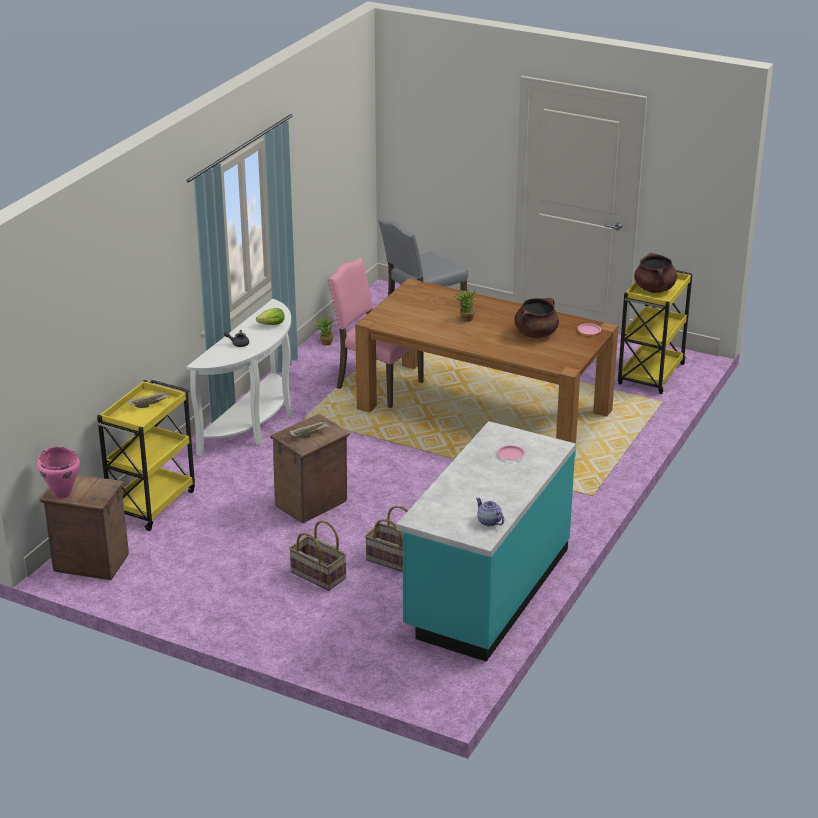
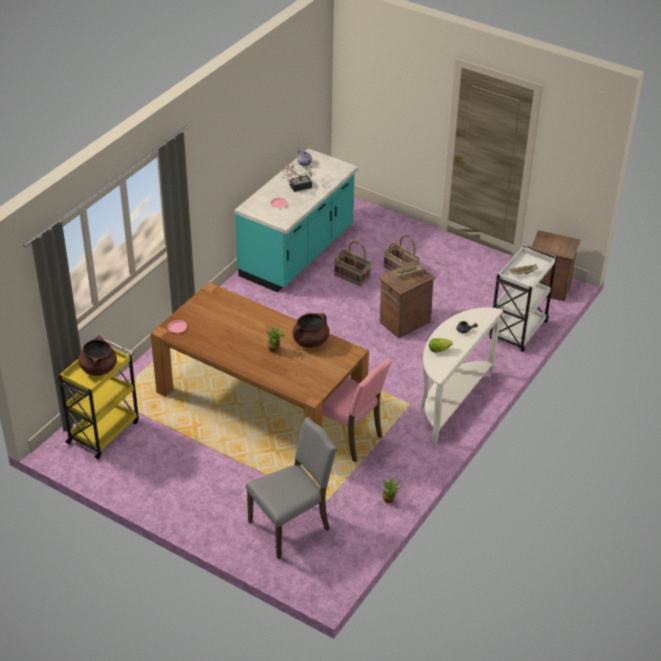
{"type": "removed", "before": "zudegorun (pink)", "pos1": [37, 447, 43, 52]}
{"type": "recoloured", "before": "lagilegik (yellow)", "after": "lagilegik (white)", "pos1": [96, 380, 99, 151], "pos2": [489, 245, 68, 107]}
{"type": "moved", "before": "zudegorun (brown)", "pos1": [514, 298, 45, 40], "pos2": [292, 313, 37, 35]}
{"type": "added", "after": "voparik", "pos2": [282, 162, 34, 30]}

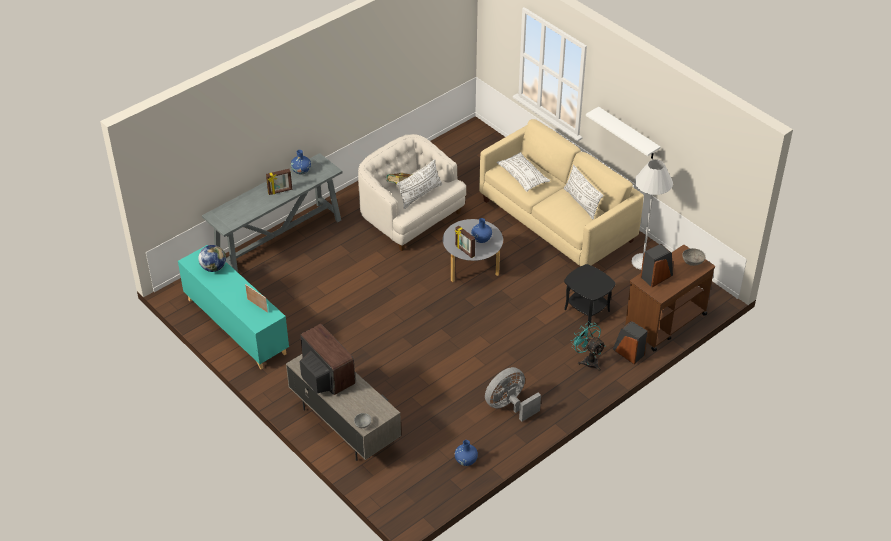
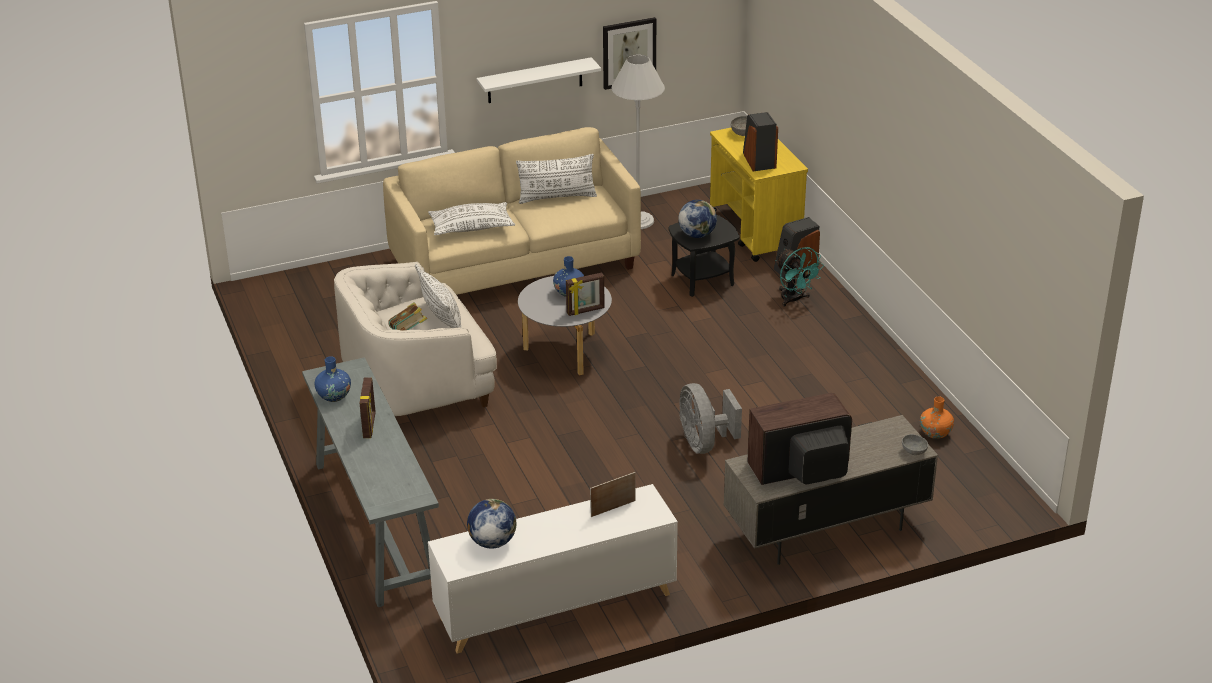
{"type": "recoloured", "before": "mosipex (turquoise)", "after": "mosipex (white)", "pos1": [178, 245, 111, 124], "pos2": [428, 484, 250, 170]}
{"type": "recoloured", "before": "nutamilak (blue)", "after": "nutamilak (orange)", "pos1": [455, 440, 23, 26], "pos2": [920, 396, 34, 43]}
{"type": "moved", "before": "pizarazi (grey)", "pos1": [485, 367, 56, 55], "pos2": [679, 383, 63, 71]}
{"type": "turned", "before": "pizarazi (turquoise)", "pos1": [570, 322, 36, 49], "pos2": [776, 247, 48, 60], "turn": -105}
{"type": "recoloured", "before": "lagilegik (brown)", "after": "lagilegik (yellow)", "pos1": [625, 245, 90, 106], "pos2": [710, 128, 98, 134]}
{"type": "added", "after": "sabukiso", "pos2": [603, 17, 53, 73]}
{"type": "added", "after": "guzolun", "pos2": [678, 200, 39, 38]}

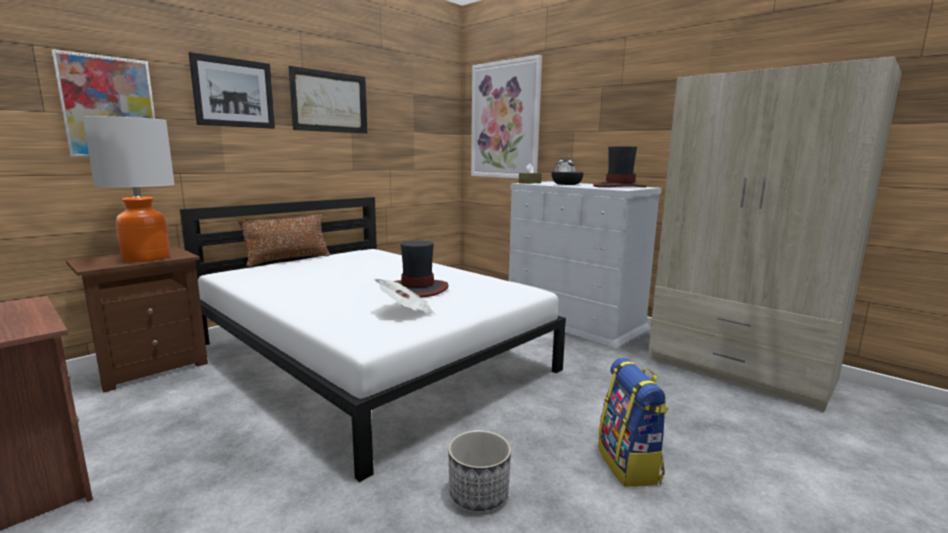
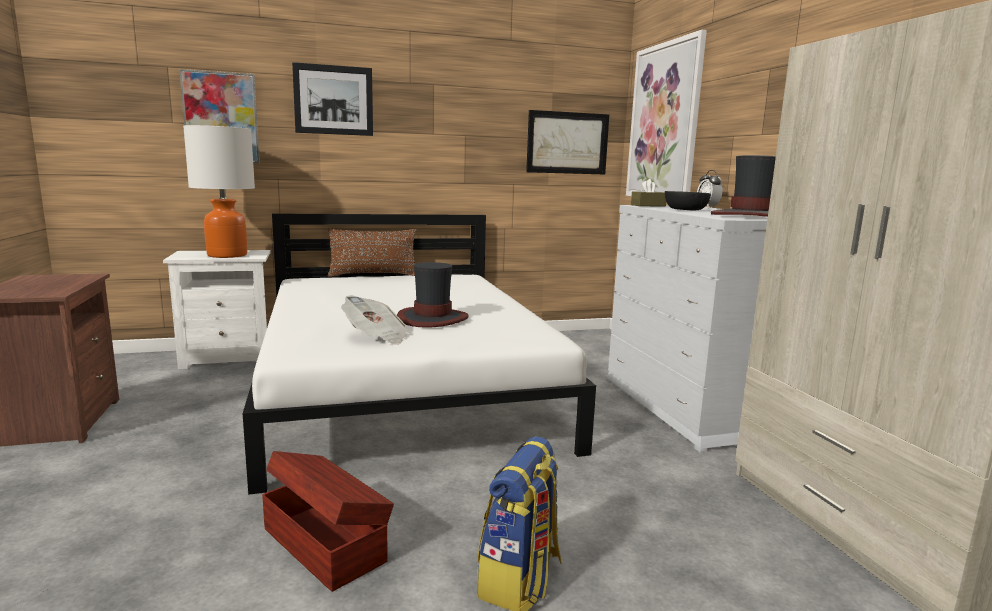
{"type": "recoloured", "before": "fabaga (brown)", "after": "fabaga (white)", "pos1": [66, 247, 142, 146], "pos2": [163, 250, 108, 119]}
{"type": "moved", "before": "sabukiso", "pos1": [288, 66, 79, 68], "pos2": [526, 110, 83, 64]}
{"type": "replaced", "before": "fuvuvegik", "after": "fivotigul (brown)", "pos1": [448, 430, 63, 81], "pos2": [262, 451, 132, 141]}

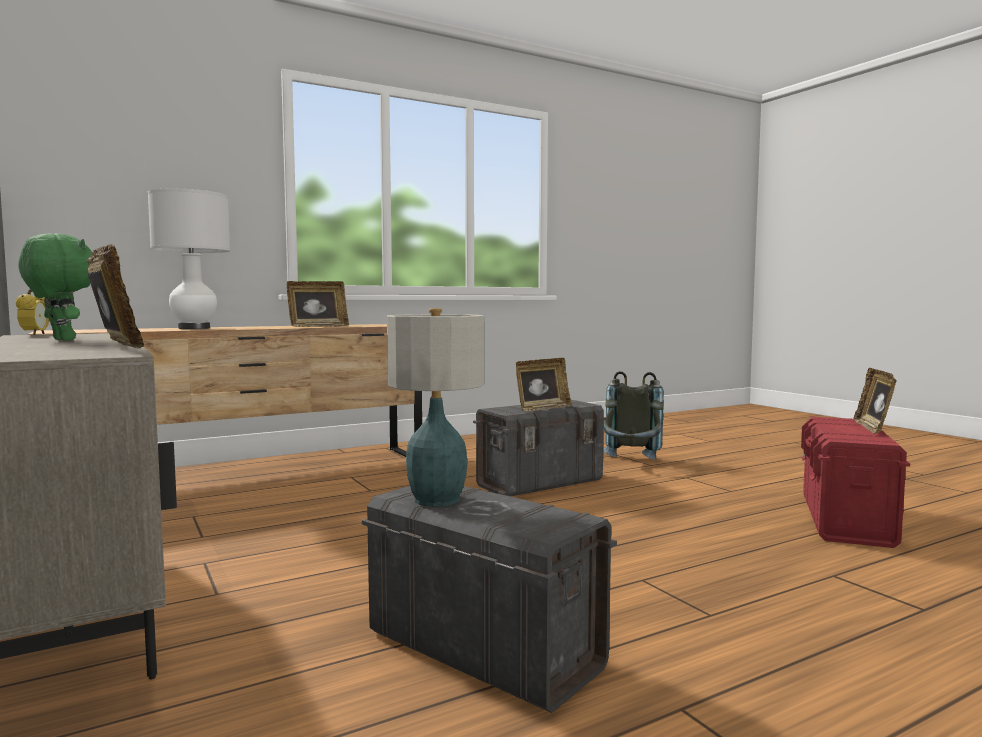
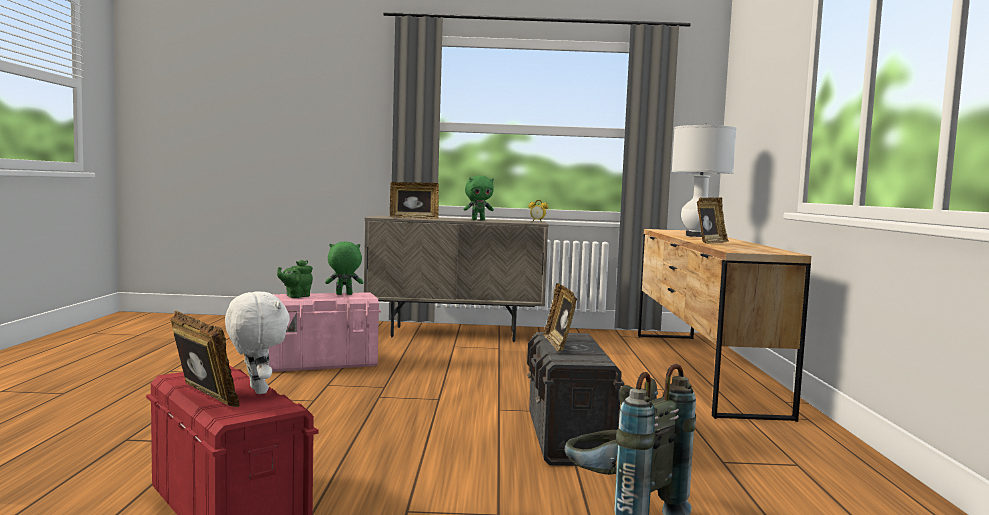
{"type": "turned", "before": "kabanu", "pos1": [287, 281, 62, 46], "pos2": [697, 197, 32, 47], "turn": -135}
{"type": "recoloured", "before": "fivotigul (grey)", "after": "fivotigul (pink)", "pos1": [362, 486, 255, 227], "pos2": [268, 292, 113, 80]}
{"type": "replaced", "before": "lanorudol", "after": "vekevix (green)", "pos1": [387, 308, 97, 199], "pos2": [325, 241, 39, 54]}
{"type": "added", "after": "vekevix (white)", "pos2": [225, 292, 65, 102]}
{"type": "added", "after": "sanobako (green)", "pos2": [277, 260, 36, 38]}

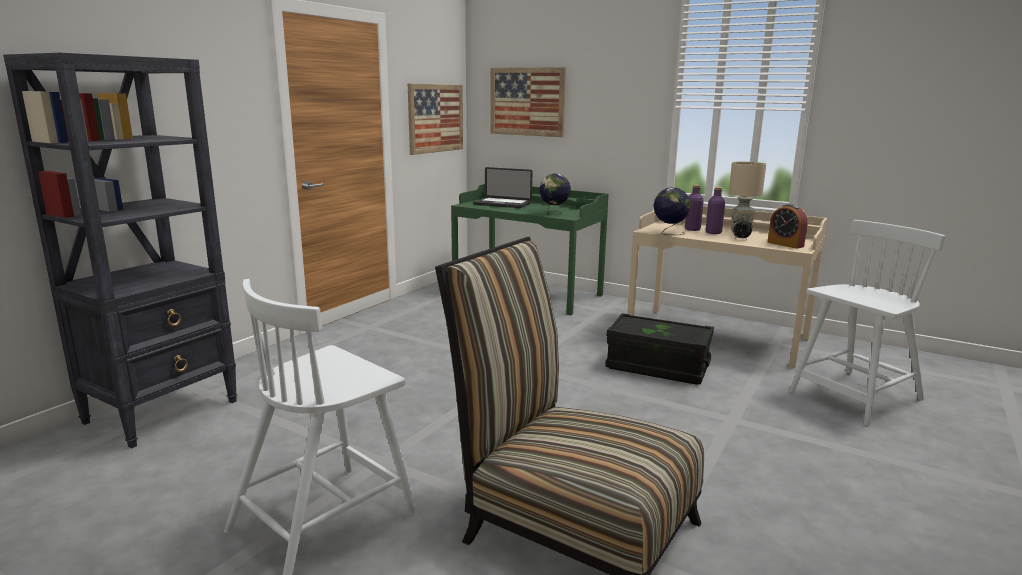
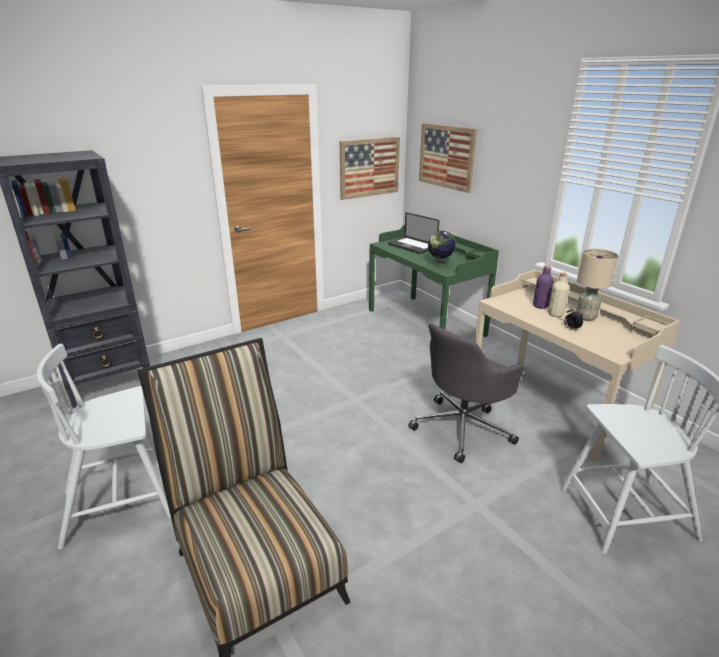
{"type": "replaced", "before": "fivotigul (black)", "after": "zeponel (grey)", "pos1": [605, 313, 109, 72], "pos2": [408, 323, 117, 140]}
{"type": "removed", "before": "guzolun", "pos1": [653, 187, 38, 48]}
{"type": "recoloured", "before": "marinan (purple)", "after": "marinan (beige)", "pos1": [706, 187, 19, 47], "pos2": [548, 272, 22, 45]}
{"type": "removed", "before": "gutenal", "pos1": [767, 204, 41, 45]}

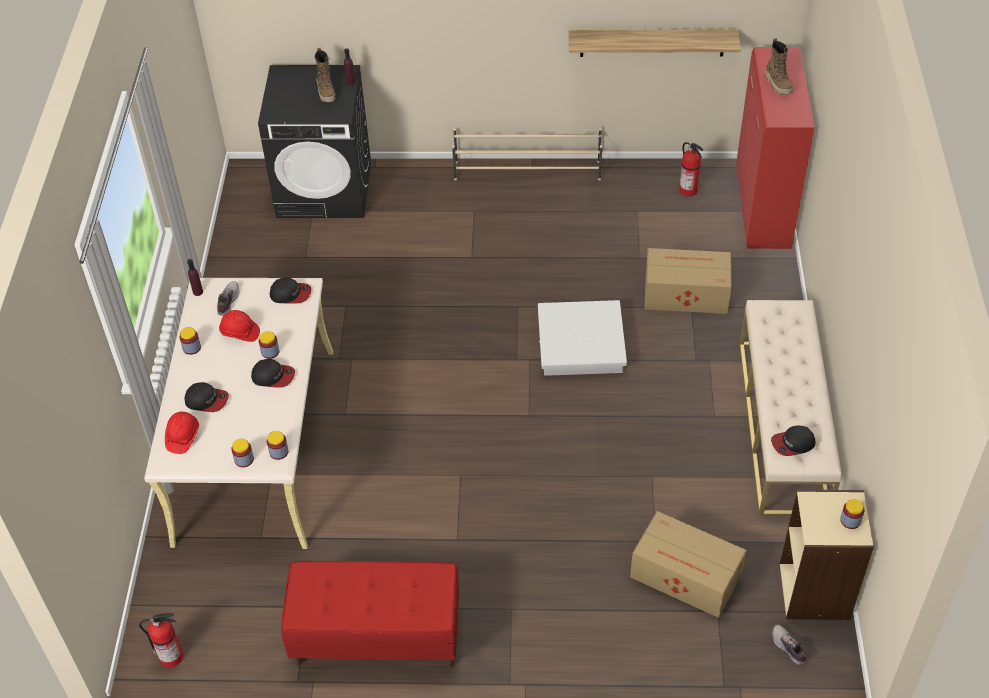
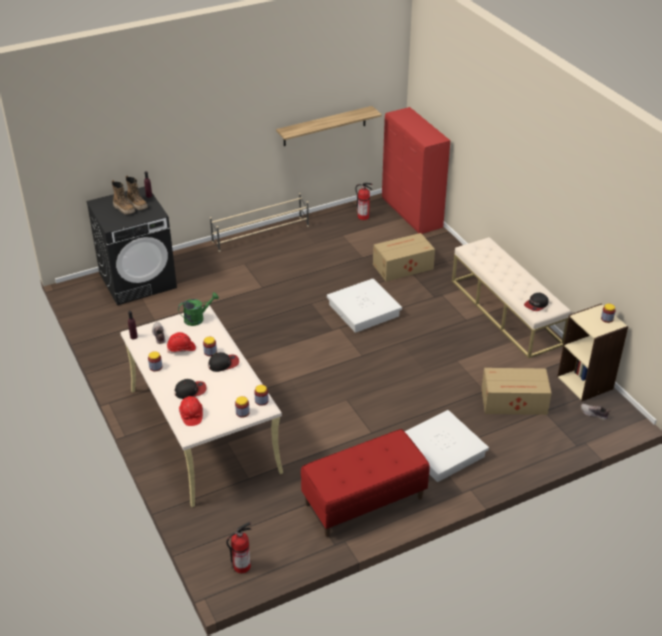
{"type": "replaced", "before": "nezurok", "after": "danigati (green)", "pos1": [270, 277, 41, 27], "pos2": [178, 292, 41, 34]}
{"type": "moved", "before": "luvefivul", "pos1": [765, 38, 28, 57], "pos2": [112, 180, 23, 35]}
{"type": "added", "after": "fivotigul (white)", "pos2": [405, 410, 84, 72]}

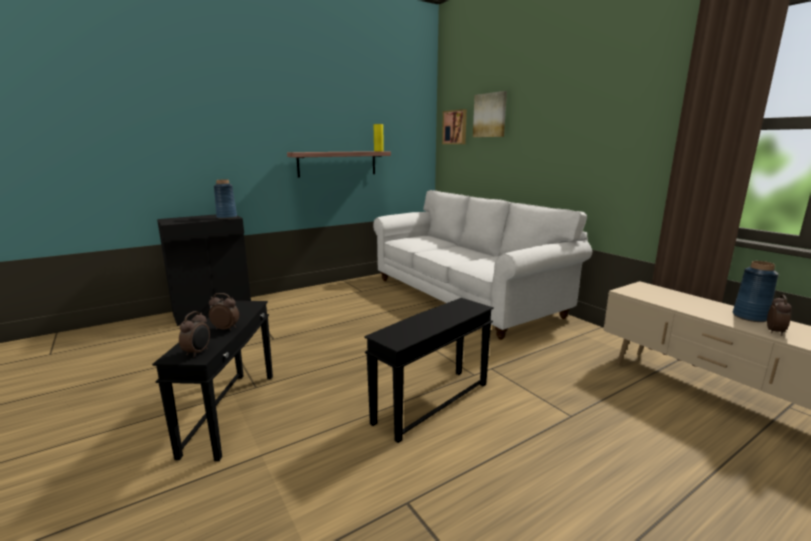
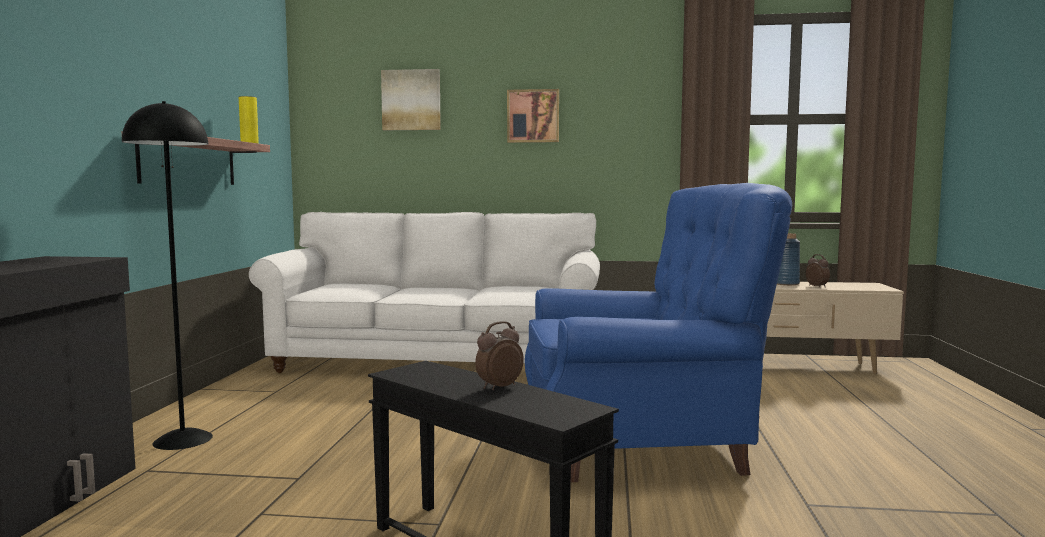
{"type": "removed", "before": "gutenal", "pos1": [179, 311, 31, 46]}
{"type": "removed", "before": "nutamilak (blue)", "pos1": [214, 180, 23, 39]}
{"type": "replaced", "before": "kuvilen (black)", "after": "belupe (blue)", "pos1": [364, 298, 130, 145], "pos2": [525, 183, 267, 299]}
{"type": "moved", "before": "sabukiso", "pos1": [442, 109, 25, 35], "pos2": [507, 89, 52, 54]}
{"type": "added", "after": "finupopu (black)", "pos2": [122, 101, 91, 349]}

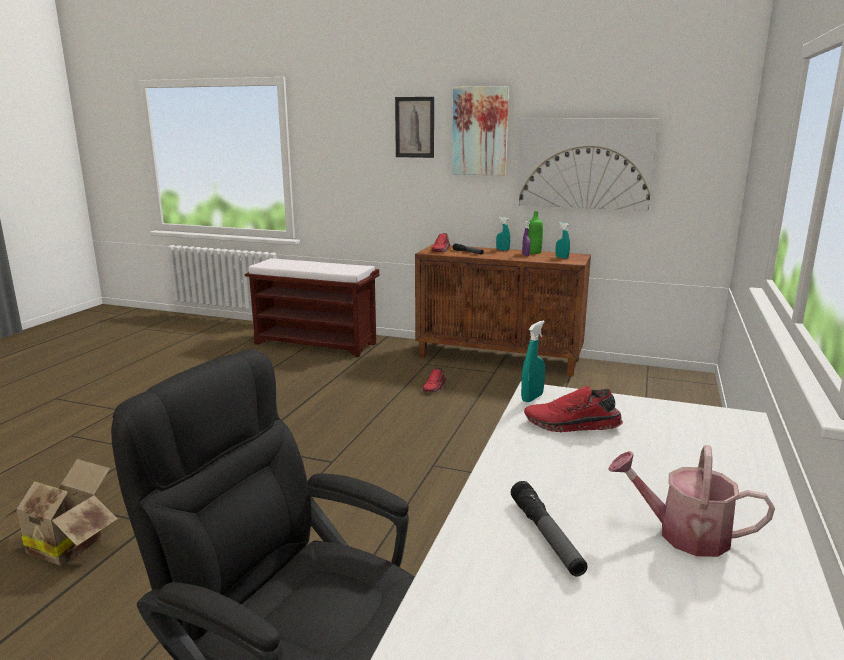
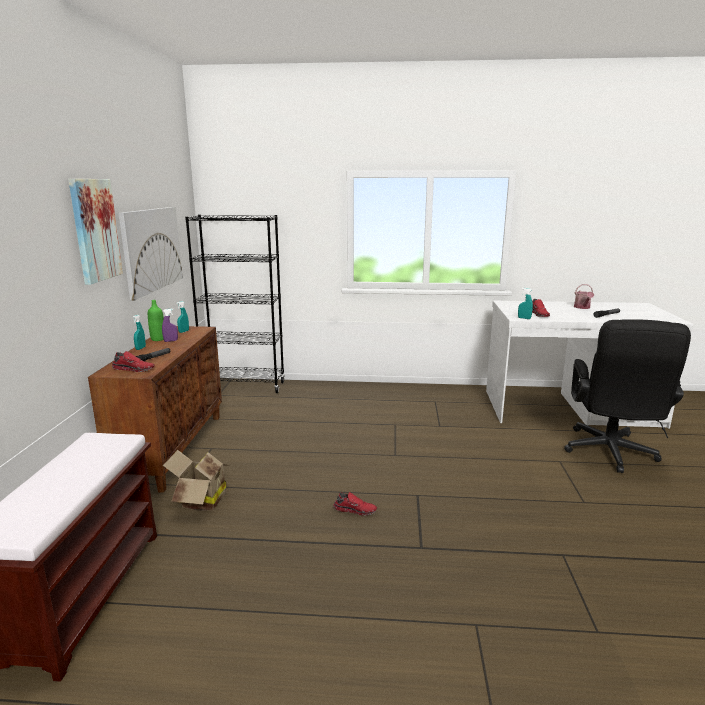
{"type": "moved", "before": "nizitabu", "pos1": [2, 459, 115, 106], "pos2": [163, 450, 66, 61]}
{"type": "removed", "before": "sabukiso", "pos1": [395, 97, 39, 61]}
{"type": "moved", "before": "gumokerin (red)", "pos1": [423, 367, 23, 25], "pos2": [333, 492, 44, 24]}
{"type": "added", "after": "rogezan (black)", "pos2": [185, 215, 100, 178]}

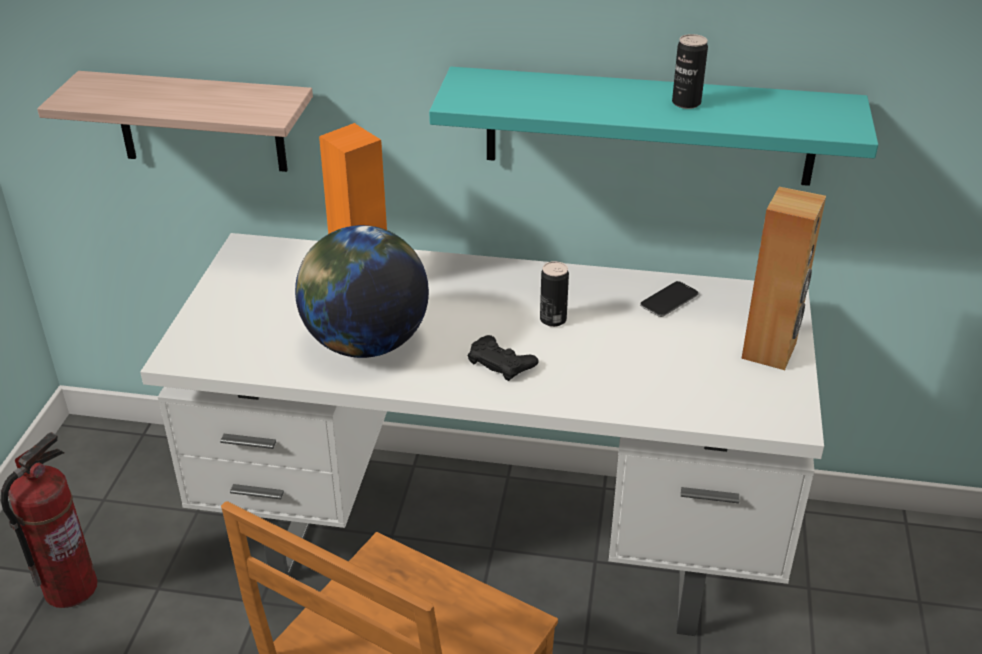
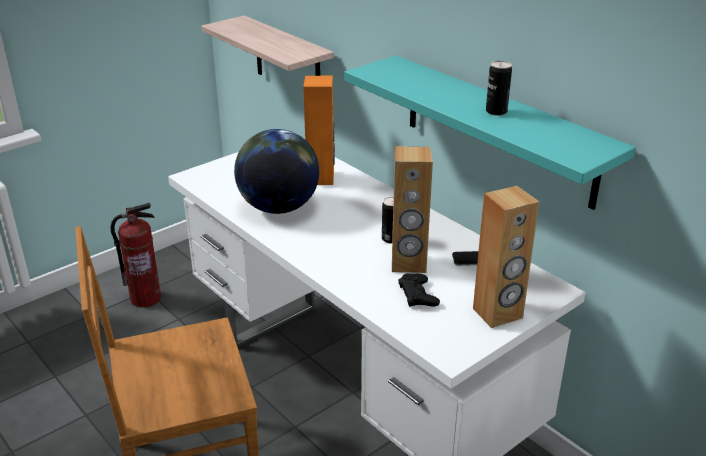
{"type": "moved", "before": "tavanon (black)", "pos1": [468, 335, 71, 46], "pos2": [398, 273, 42, 34]}
{"type": "added", "after": "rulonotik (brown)", "pos2": [392, 146, 41, 127]}

